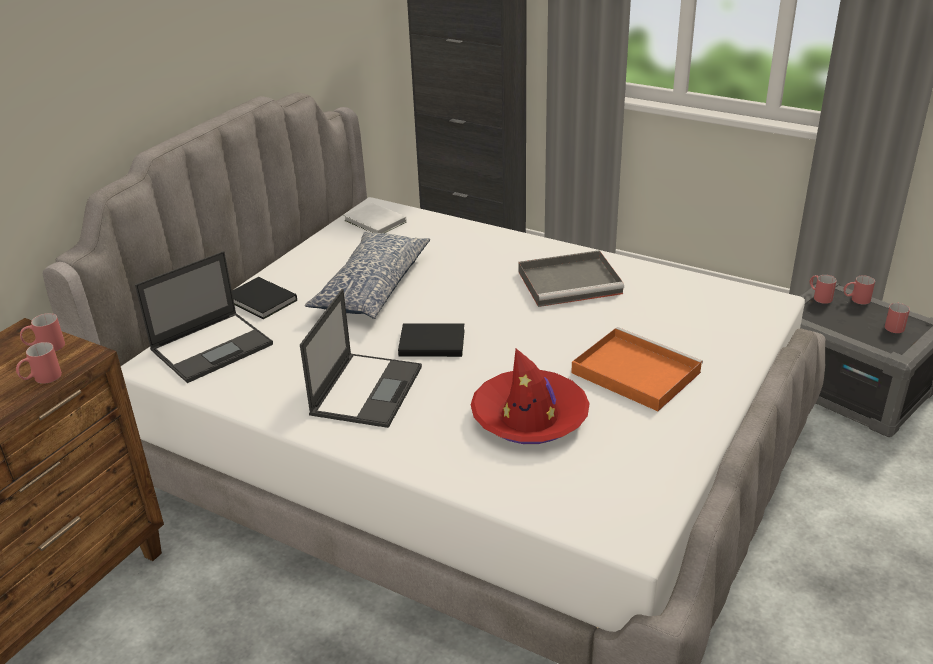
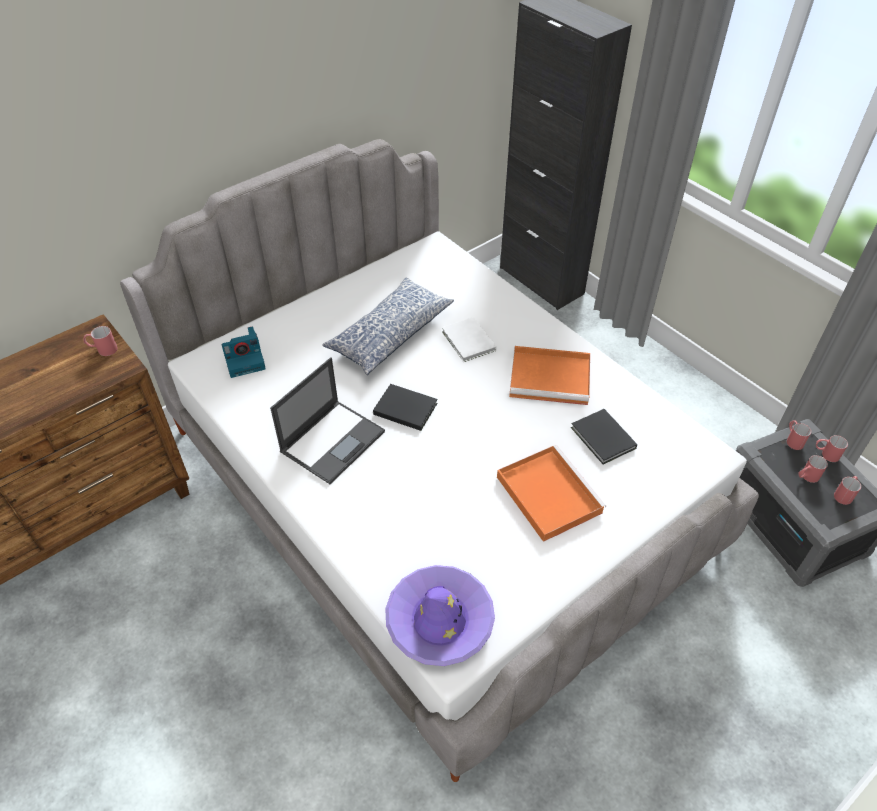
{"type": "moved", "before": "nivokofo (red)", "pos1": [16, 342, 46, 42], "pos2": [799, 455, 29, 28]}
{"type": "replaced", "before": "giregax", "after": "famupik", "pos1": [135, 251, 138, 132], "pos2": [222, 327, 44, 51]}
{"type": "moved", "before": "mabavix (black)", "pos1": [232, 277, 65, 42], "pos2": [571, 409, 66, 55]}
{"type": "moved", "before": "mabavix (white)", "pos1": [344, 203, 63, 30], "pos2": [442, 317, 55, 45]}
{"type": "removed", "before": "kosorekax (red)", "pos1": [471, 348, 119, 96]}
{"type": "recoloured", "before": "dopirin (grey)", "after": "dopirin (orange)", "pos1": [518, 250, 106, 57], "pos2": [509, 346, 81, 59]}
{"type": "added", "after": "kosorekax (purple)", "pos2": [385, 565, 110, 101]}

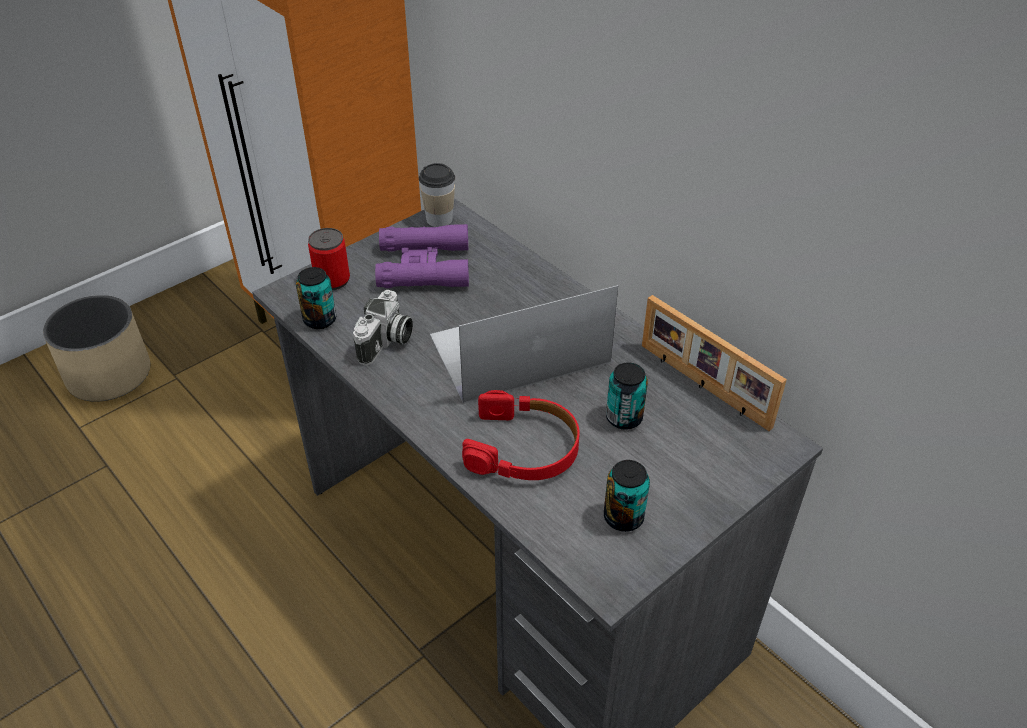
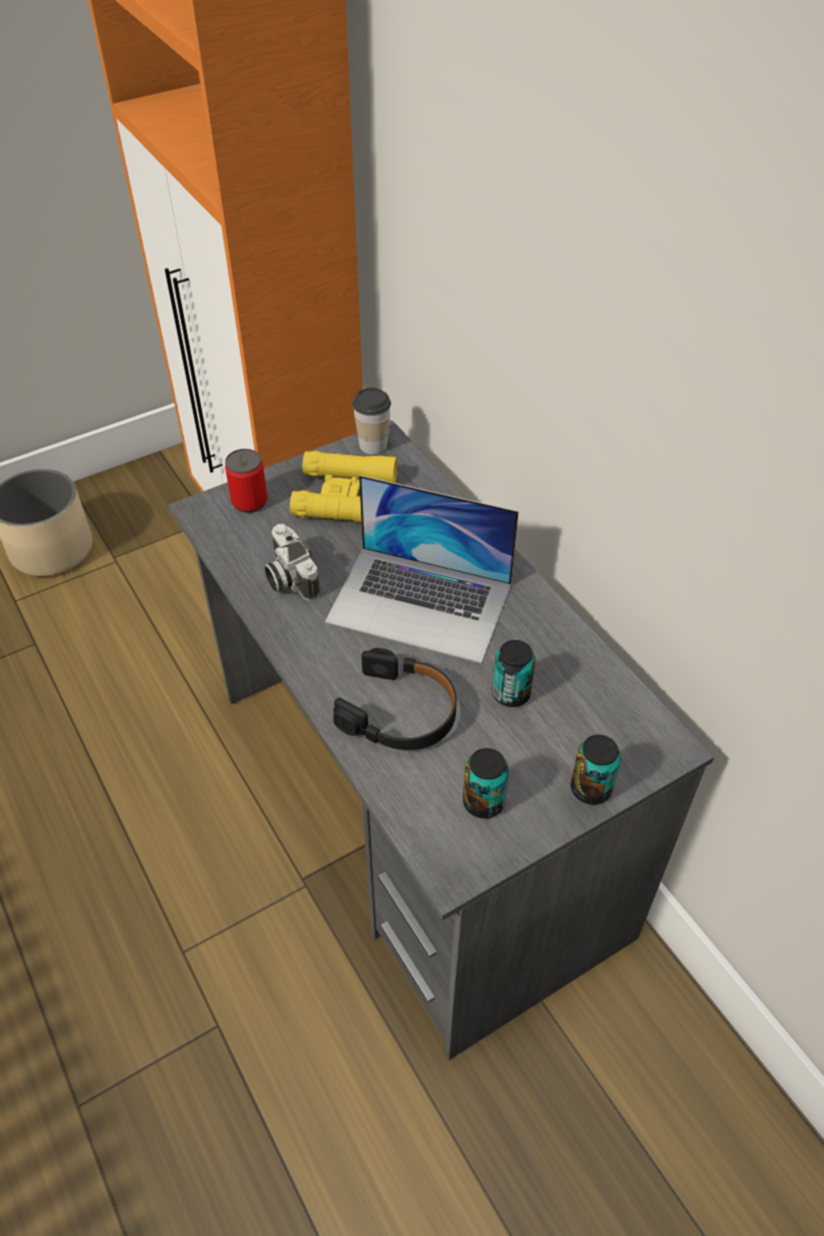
{"type": "moved", "before": "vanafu", "pos1": [296, 267, 40, 62], "pos2": [571, 735, 50, 70]}
{"type": "turned", "before": "famupik", "pos1": [353, 290, 60, 76], "pos2": [265, 524, 55, 77], "turn": 120}
{"type": "recoloured", "before": "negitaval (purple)", "after": "negitaval (yellow)", "pos1": [375, 224, 94, 64], "pos2": [290, 451, 107, 72]}
{"type": "turned", "before": "giregax", "pos1": [430, 285, 188, 119], "pos2": [325, 475, 194, 188], "turn": -150}
{"type": "recoloured", "before": "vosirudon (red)", "after": "vosirudon (black)", "pos1": [462, 390, 118, 90], "pos2": [333, 648, 124, 102]}
{"type": "removed", "before": "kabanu", "pos1": [642, 295, 145, 136]}

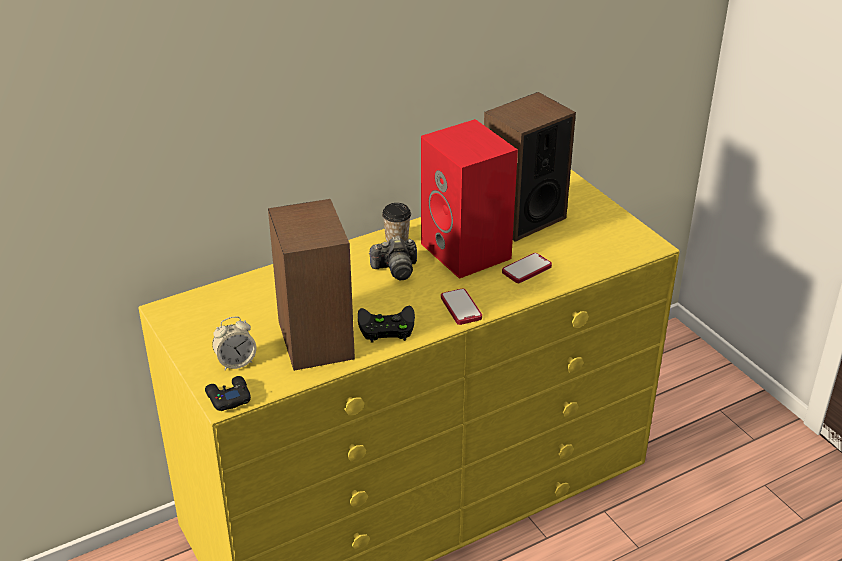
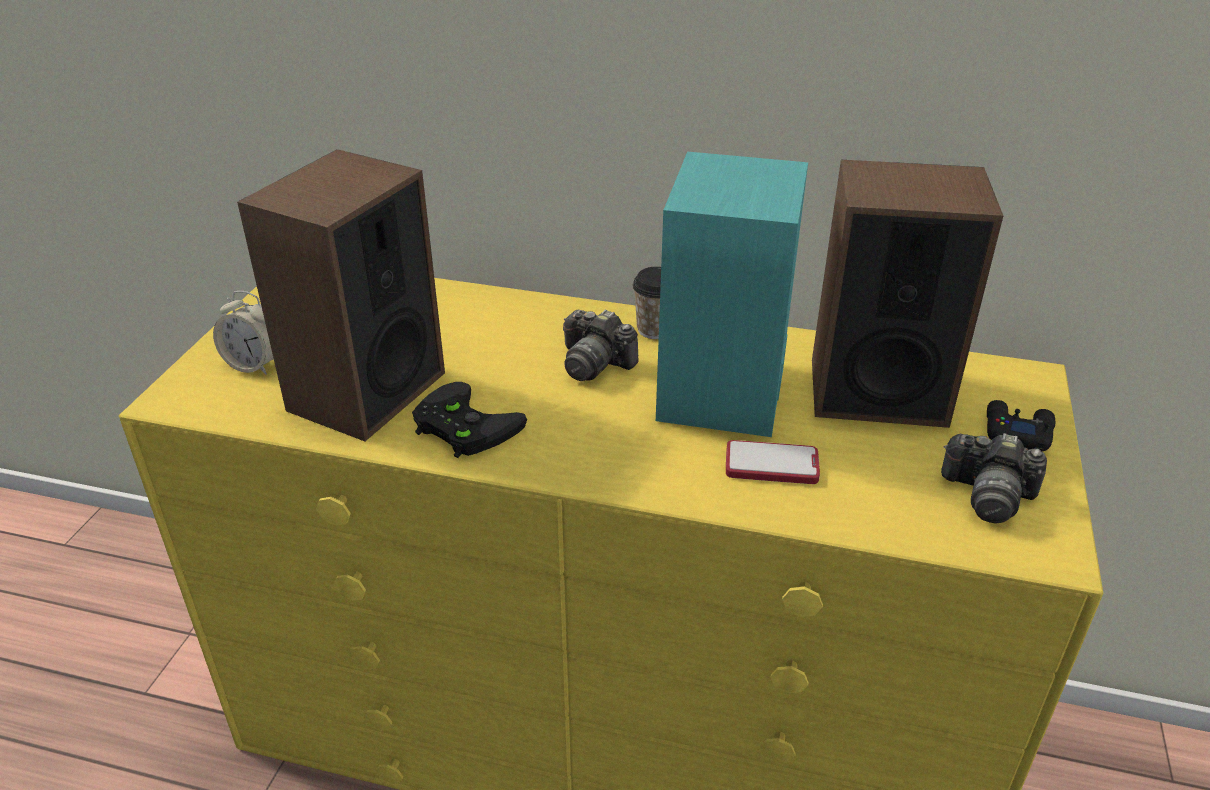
{"type": "moved", "before": "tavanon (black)", "pos1": [205, 376, 46, 35], "pos2": [987, 400, 68, 52]}
{"type": "recoloured", "before": "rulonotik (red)", "after": "rulonotik (turquoise)", "pos1": [421, 119, 97, 160], "pos2": [656, 152, 152, 285]}
{"type": "removed", "before": "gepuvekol", "pos1": [441, 288, 41, 37]}
{"type": "added", "after": "famupik", "pos2": [941, 433, 106, 91]}

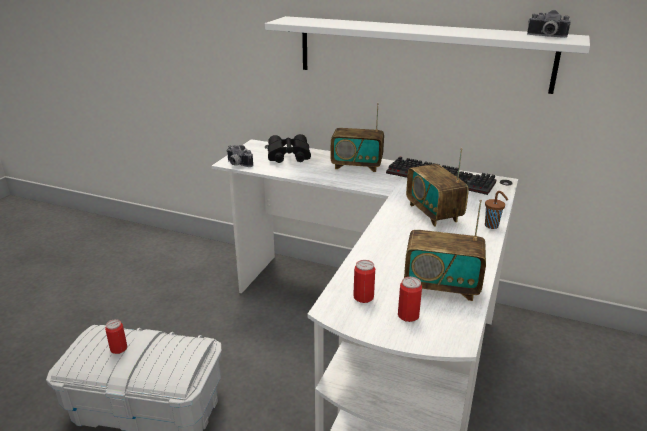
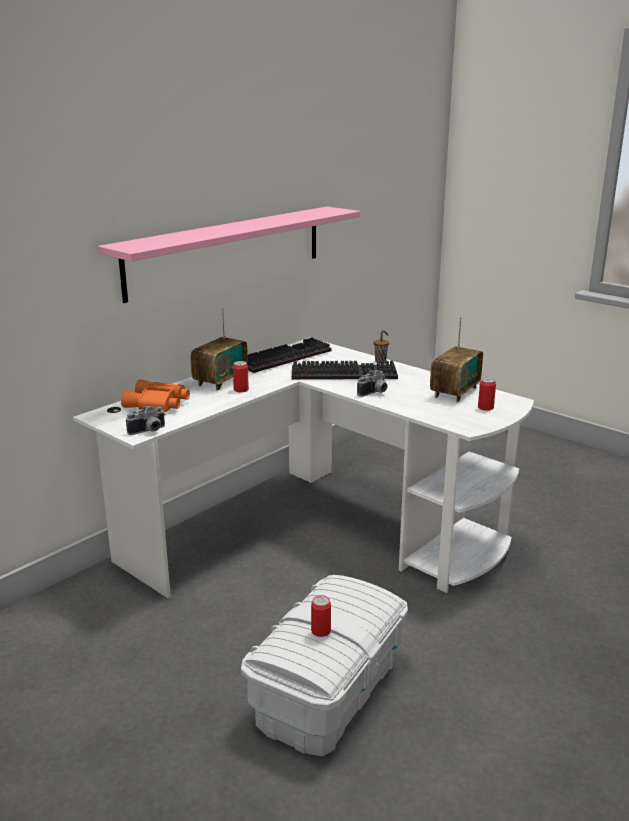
{"type": "recoloured", "before": "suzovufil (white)", "after": "suzovufil (pink)", "pos1": [265, 16, 325, 78], "pos2": [97, 207, 263, 96]}
{"type": "recoloured", "before": "negitaval (black)", "after": "negitaval (orange)", "pos1": [268, 134, 43, 29], "pos2": [121, 379, 69, 33]}
{"type": "moved", "before": "vanafu", "pos1": [353, 260, 22, 43], "pos2": [233, 361, 16, 31]}
{"type": "replaced", "before": "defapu", "after": "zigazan", "pos1": [406, 148, 63, 79], "pos2": [292, 361, 106, 19]}
{"type": "moved", "before": "famupik", "pos1": [527, 9, 44, 29], "pos2": [357, 370, 30, 27]}

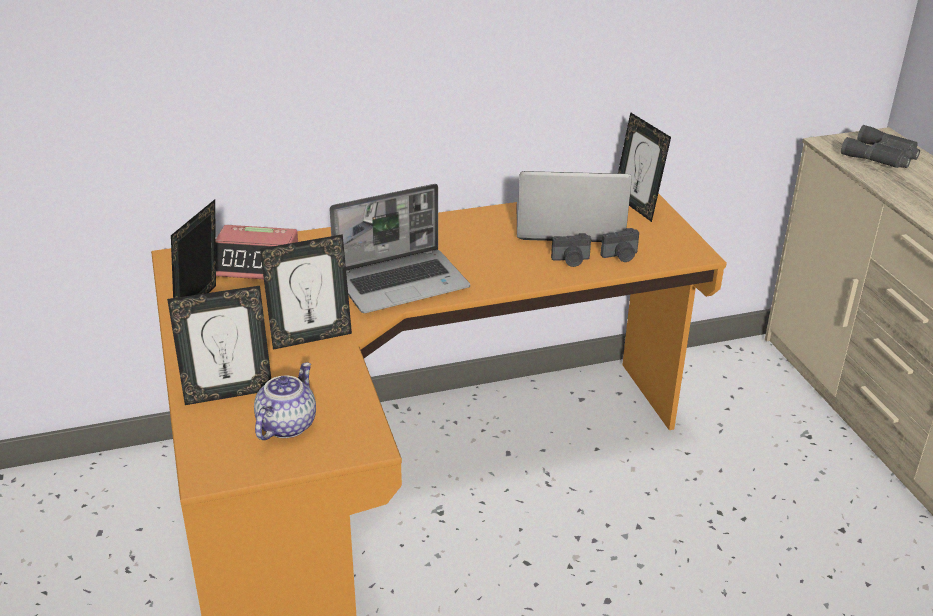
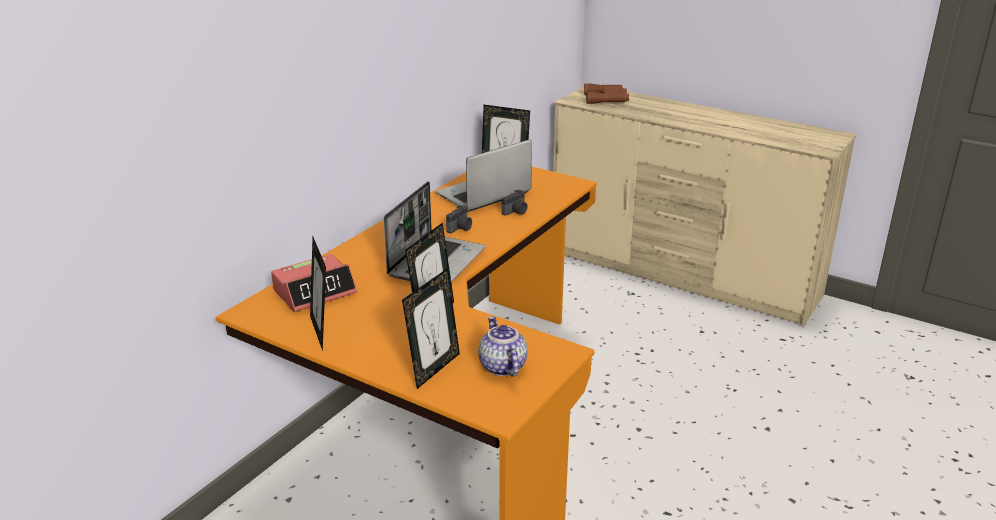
{"type": "moved", "before": "famupik", "pos1": [601, 228, 38, 34], "pos2": [446, 205, 26, 28]}
{"type": "recoloured", "before": "negitaval (grey)", "after": "negitaval (brown)", "pos1": [841, 125, 79, 43], "pos2": [584, 83, 45, 21]}

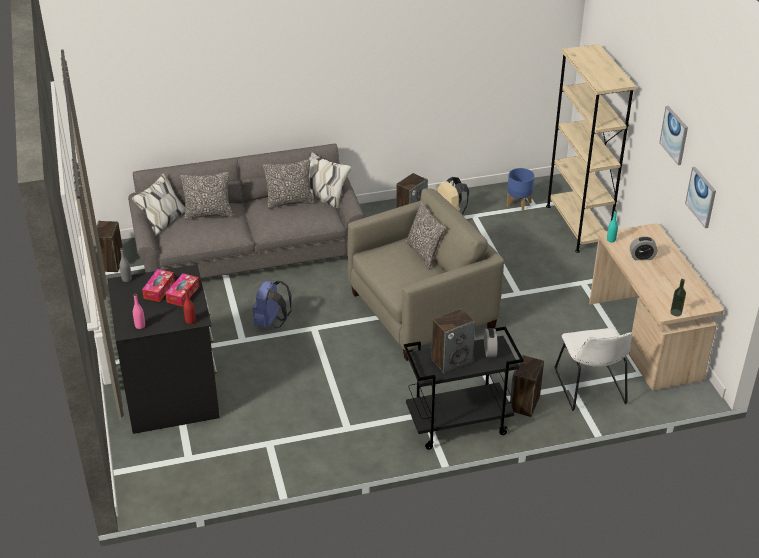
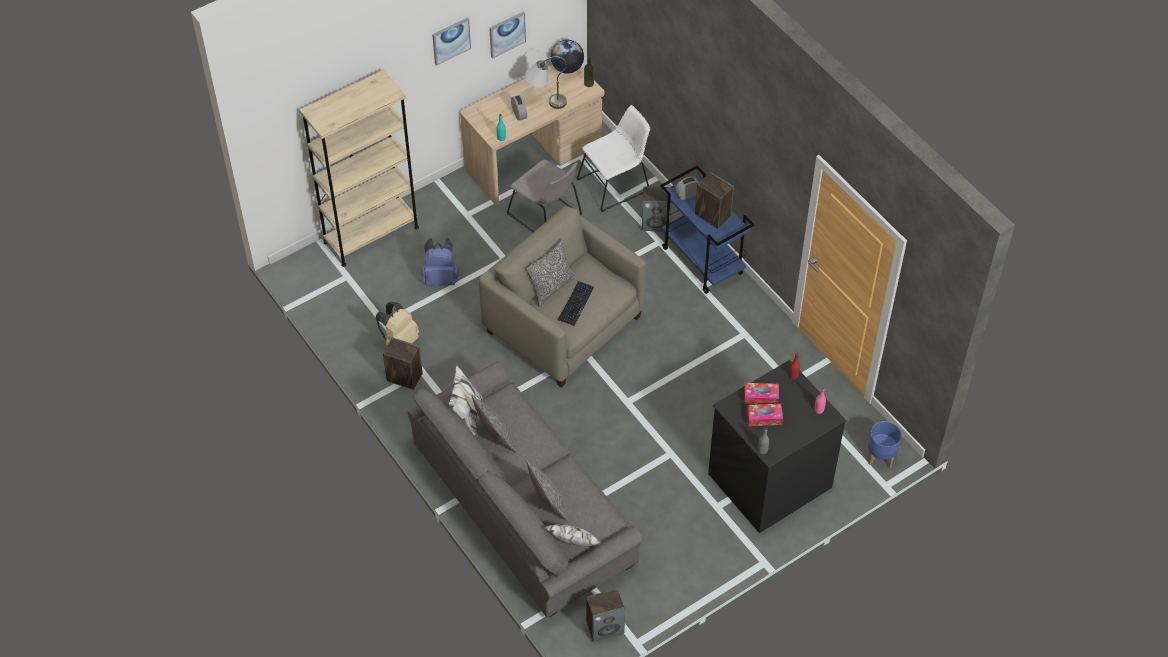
{"type": "moved", "before": "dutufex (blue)", "pos1": [253, 281, 38, 47], "pos2": [422, 238, 37, 48]}
{"type": "recoloured", "before": "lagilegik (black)", "after": "lagilegik (blue)", "pos1": [404, 326, 120, 124], "pos2": [660, 166, 94, 128]}
{"type": "moved", "before": "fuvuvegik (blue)", "pos1": [507, 168, 28, 43], "pos2": [868, 421, 34, 47]}
{"type": "added", "after": "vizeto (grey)", "pos2": [507, 159, 75, 73]}
{"type": "added", "after": "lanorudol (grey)", "pos2": [525, 56, 42, 53]}
{"type": "added", "after": "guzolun", "pos2": [551, 40, 33, 34]}
{"type": "added", "after": "zigazan", "pos2": [558, 281, 36, 45]}

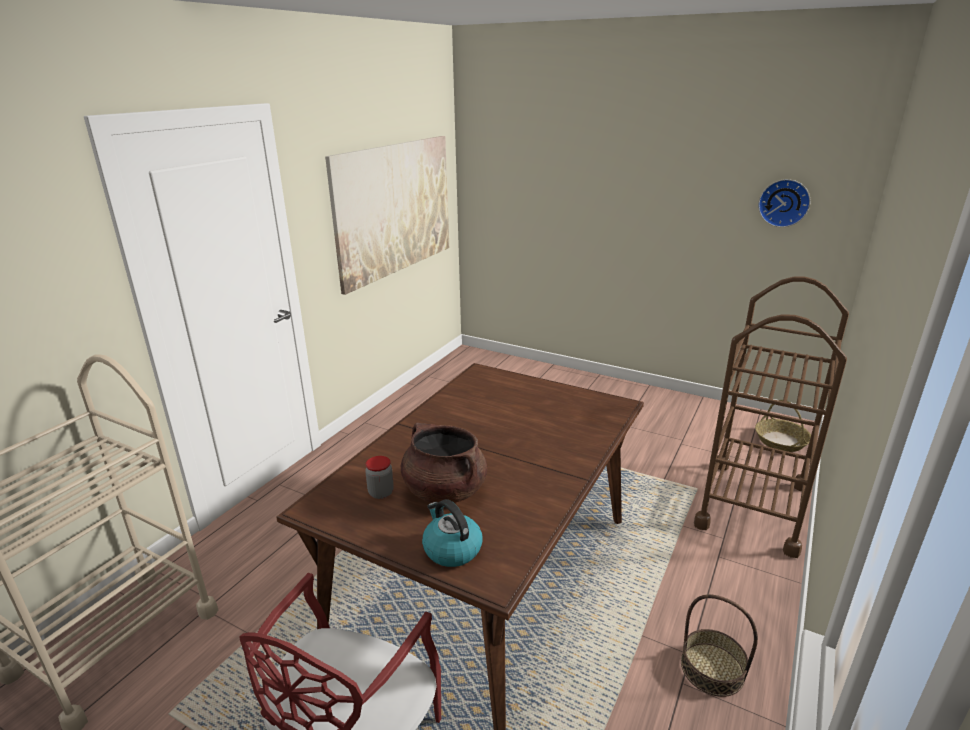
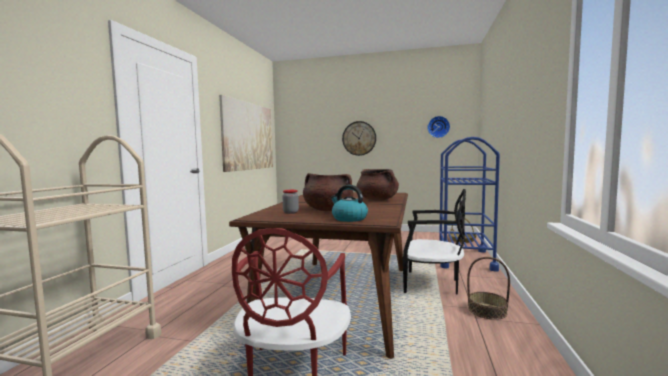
{"type": "recoloured", "before": "lagilegik (brown)", "after": "lagilegik (blue)", "pos1": [694, 277, 155, 281], "pos2": [439, 137, 61, 134]}
{"type": "added", "after": "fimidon", "pos2": [342, 121, 34, 35]}
{"type": "added", "after": "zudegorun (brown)", "pos2": [357, 169, 42, 32]}
{"type": "added", "after": "vizeto (black)", "pos2": [403, 189, 63, 106]}

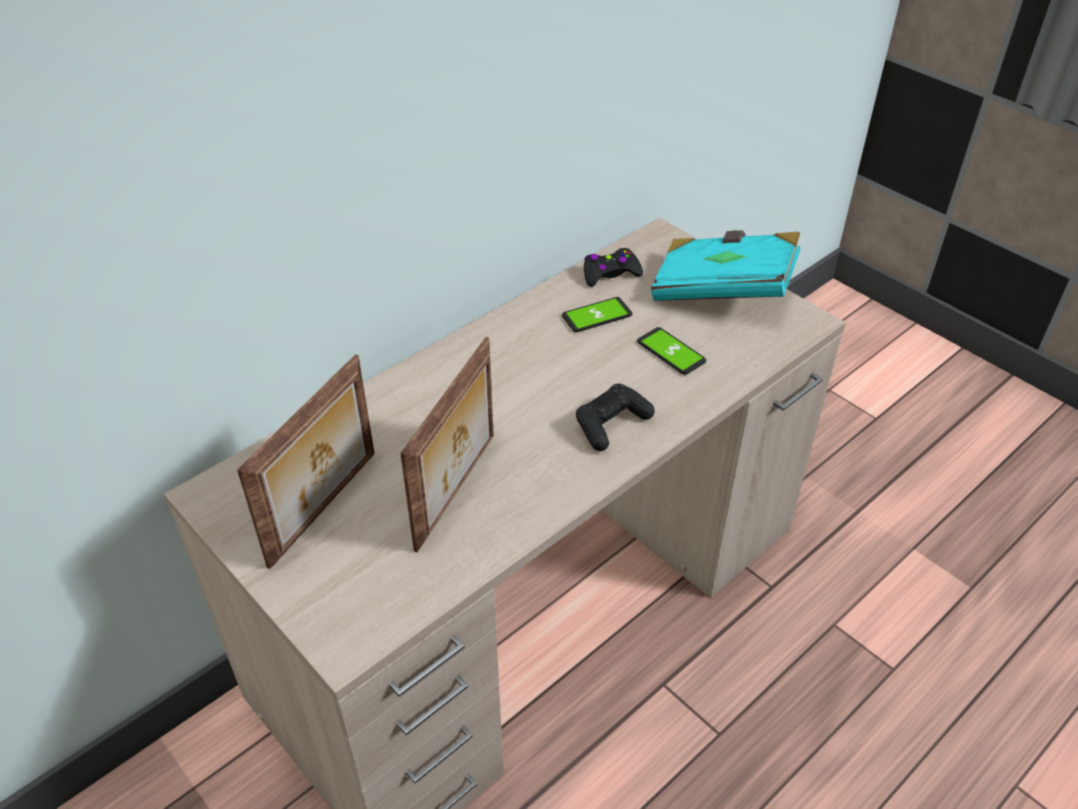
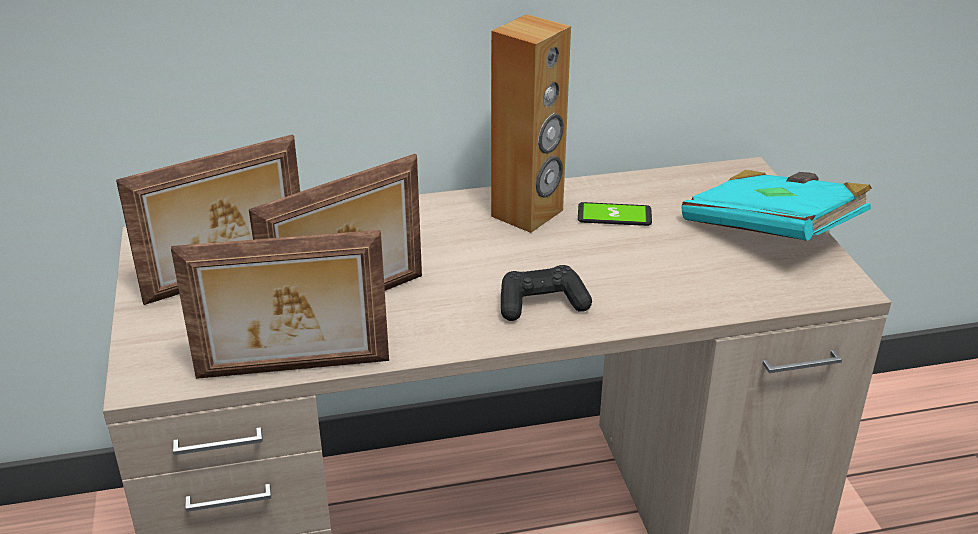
{"type": "removed", "before": "tavanon (black)", "pos1": [584, 248, 59, 39]}
{"type": "removed", "before": "gepuvekol", "pos1": [637, 327, 69, 48]}
{"type": "added", "after": "kabanu", "pos2": [171, 230, 218, 149]}
{"type": "added", "after": "rulonotik (brown)", "pos2": [491, 14, 80, 219]}

